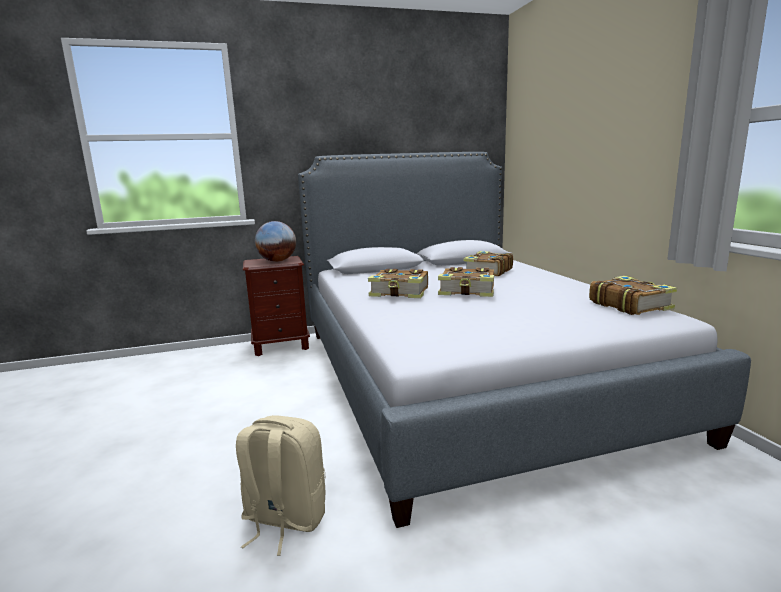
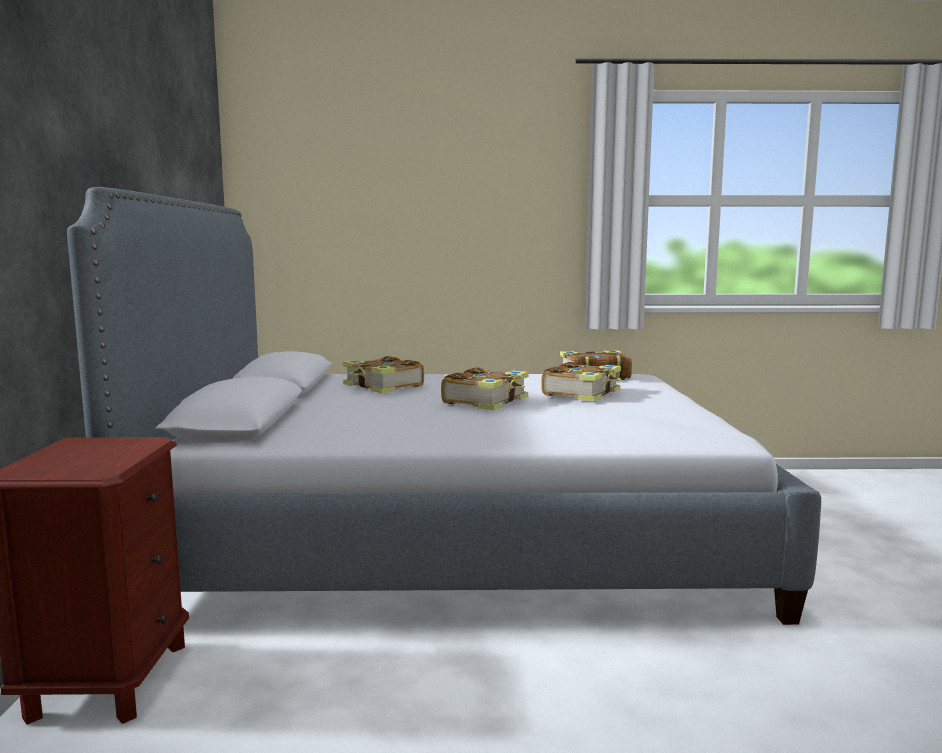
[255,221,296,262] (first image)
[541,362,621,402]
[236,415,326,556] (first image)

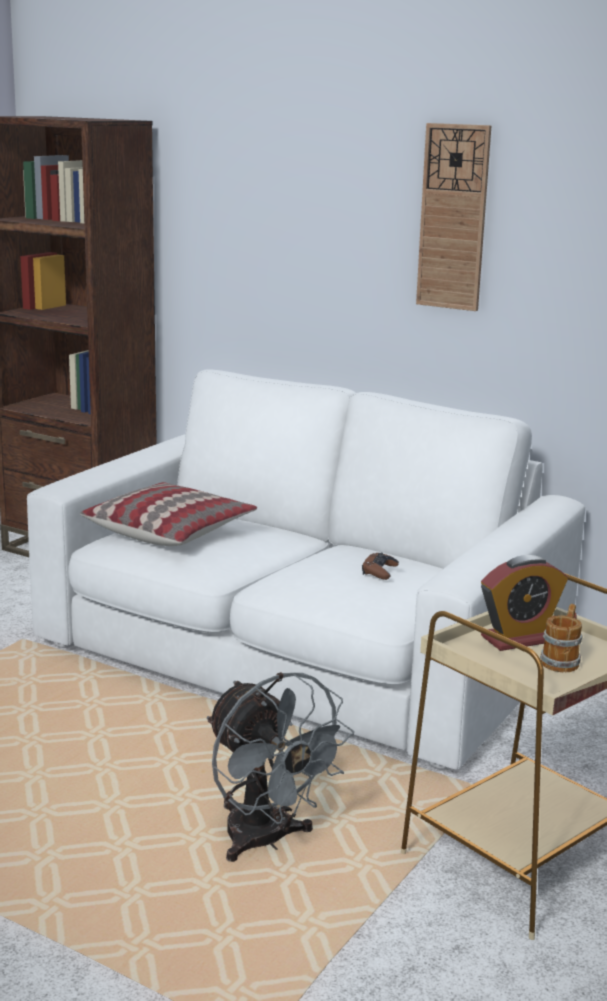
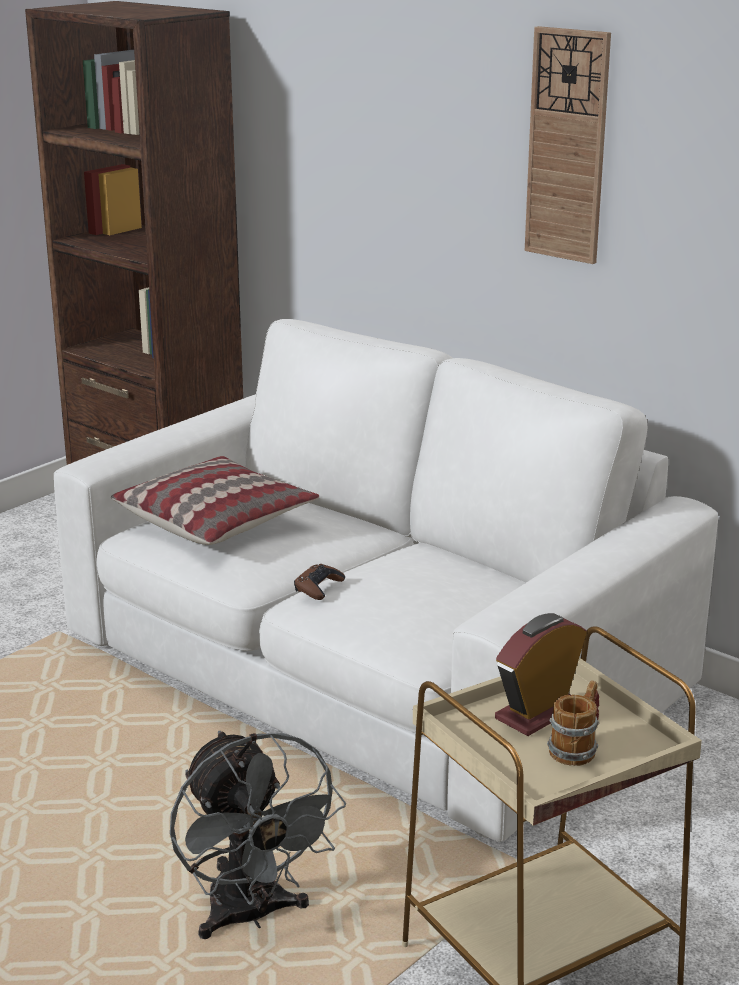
[294,564,345,600]
[495,613,587,736]

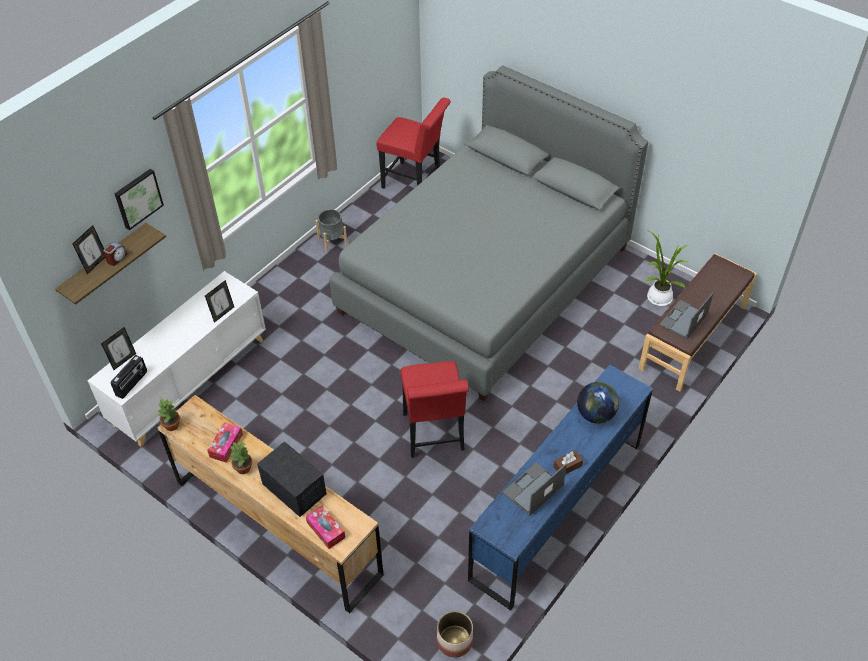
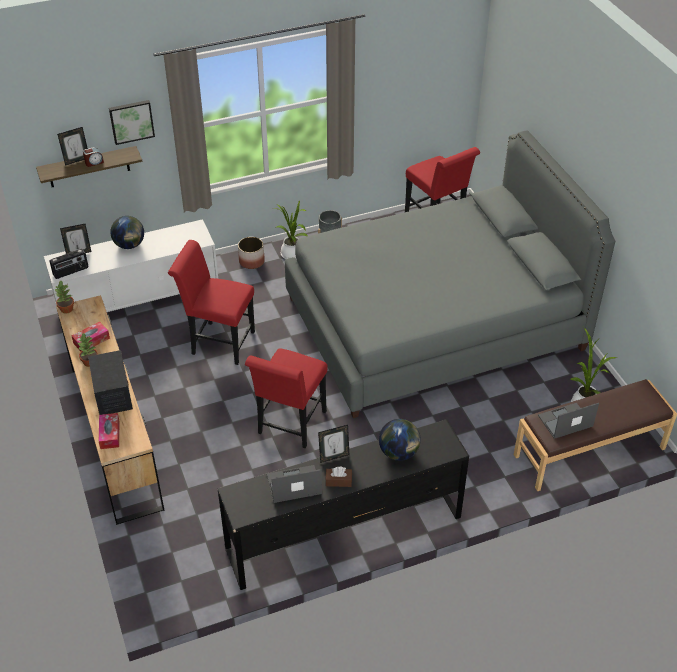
[318,425,349,463]
[217,419,469,590]
[238,237,265,269]
[273,200,308,259]
[110,216,144,249]
[168,240,255,365]

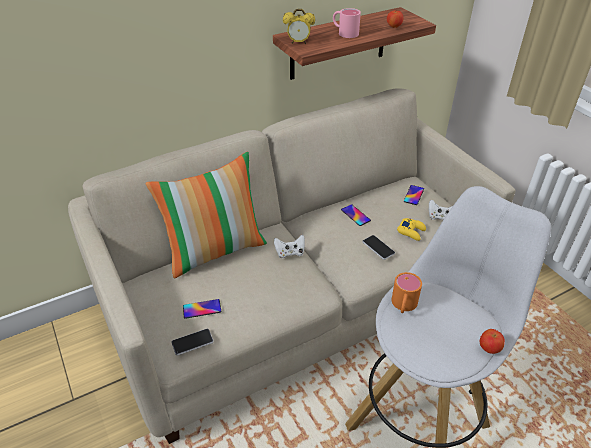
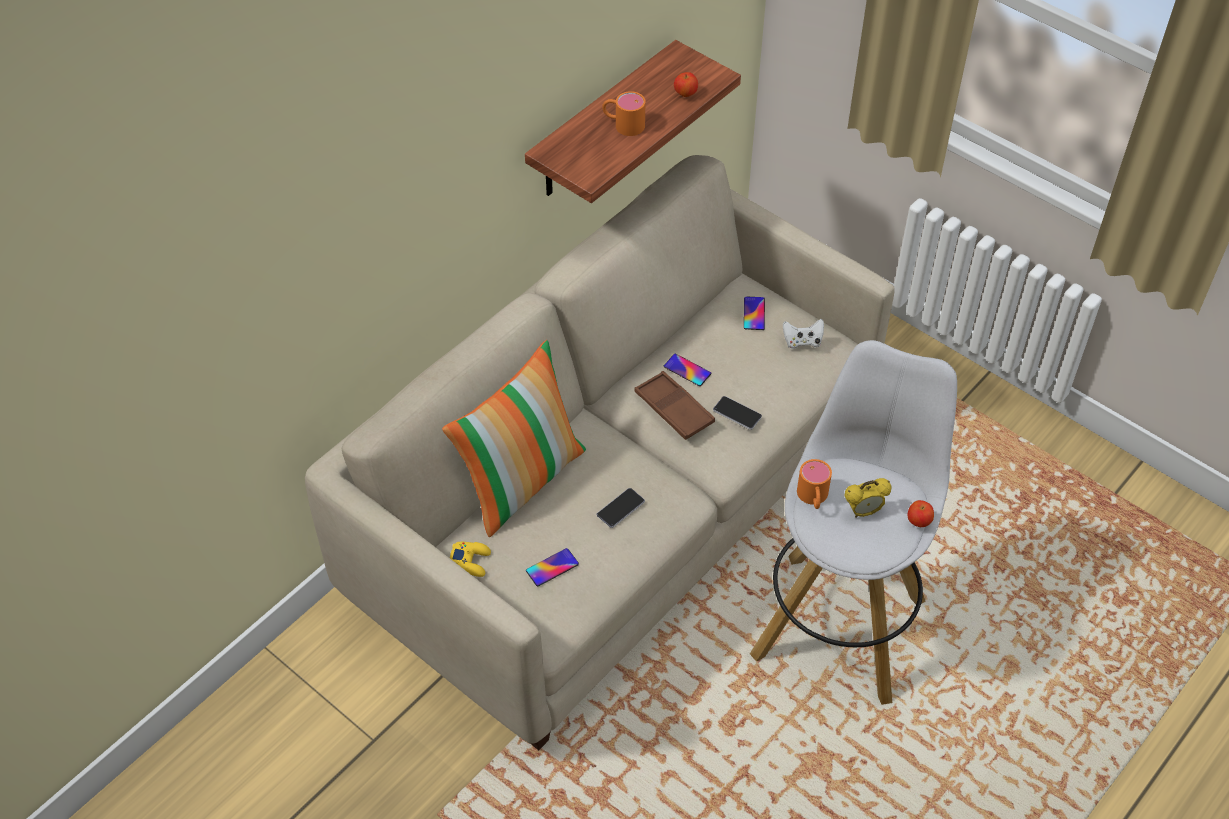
[602,91,646,136]
[844,478,891,518]
[450,542,491,577]
[274,234,305,258] (first image)
[596,488,645,528]
[634,371,715,440]

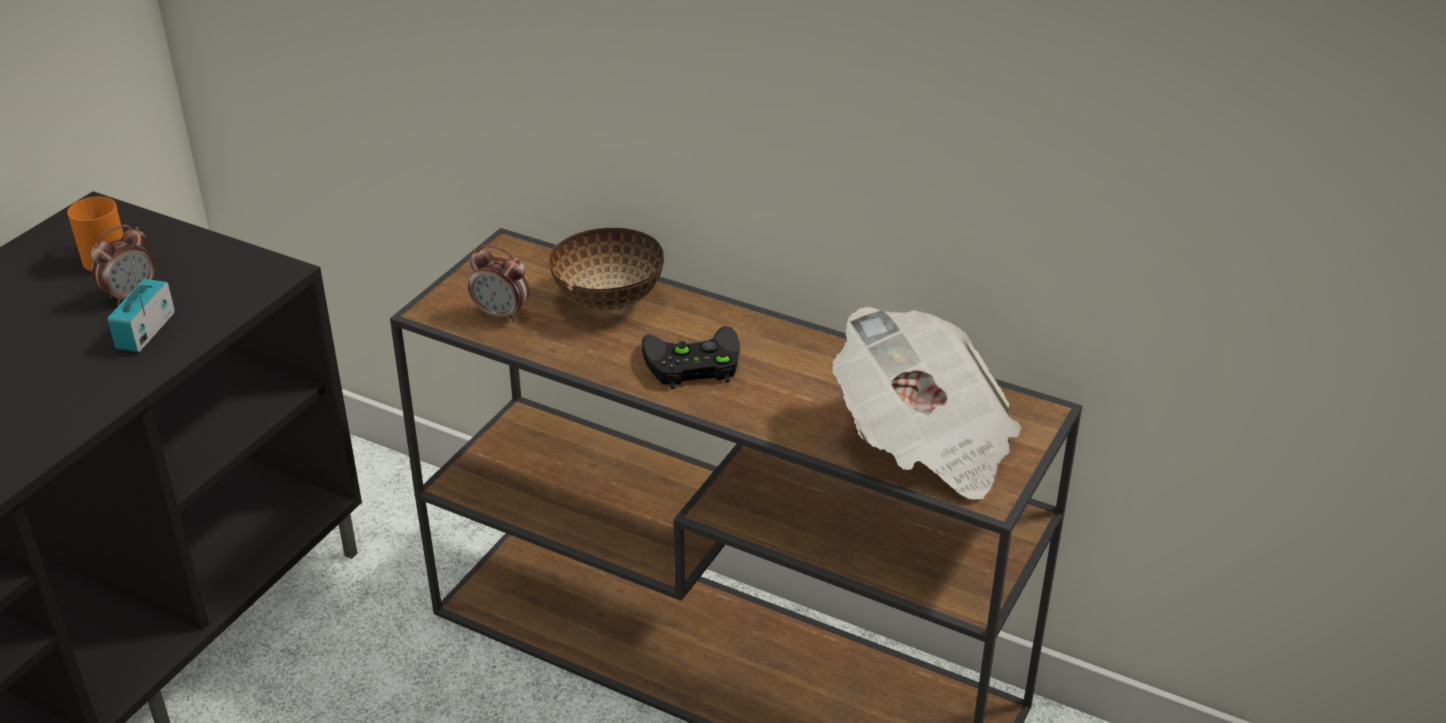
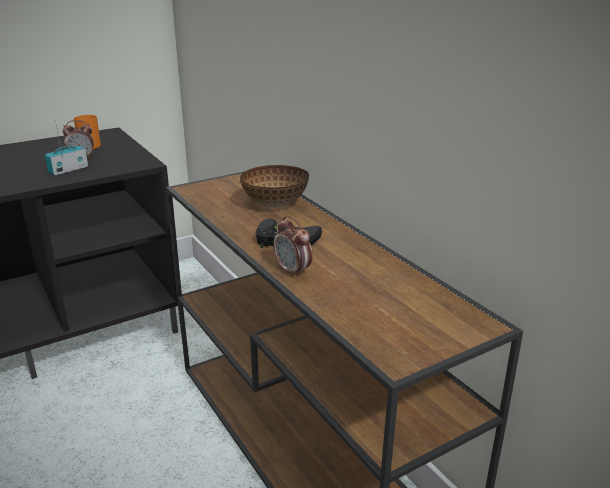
[273,215,313,279]
[832,306,1021,500] (first image)

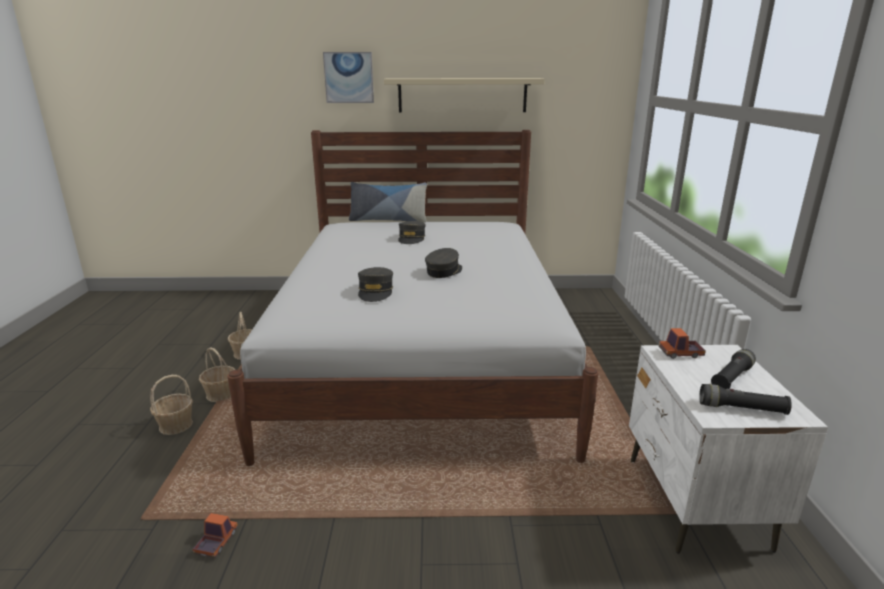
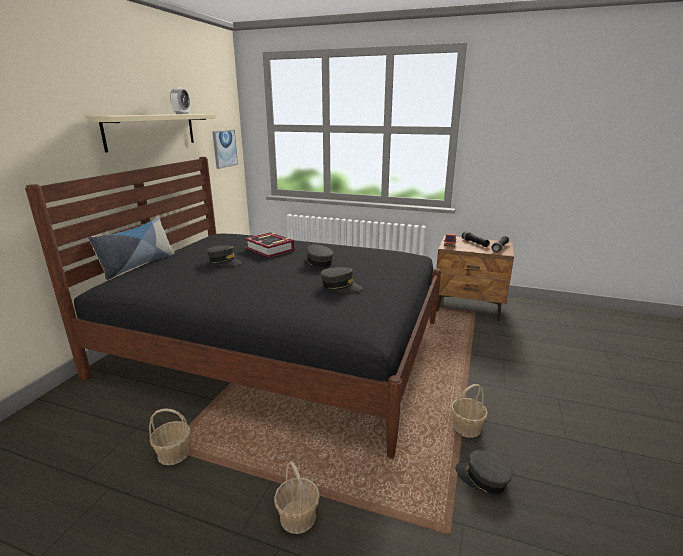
[212,130,238,169]
[25,157,441,459]
[437,236,514,321]
[451,384,488,438]
[455,450,513,494]
[170,87,190,114]
[244,232,295,258]

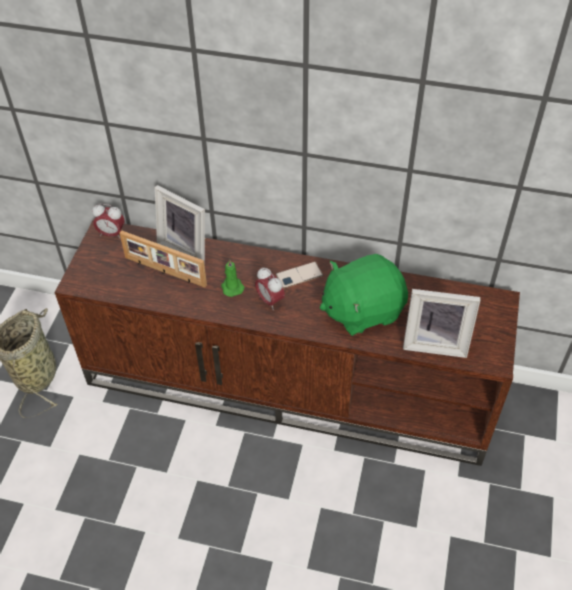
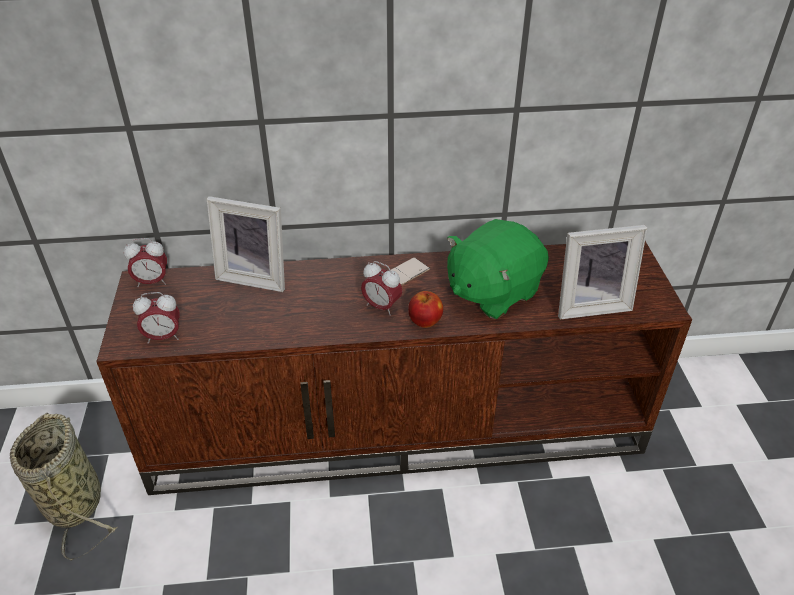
[120,230,207,288] (first image)
[221,259,244,297] (first image)
[408,291,443,328]
[133,292,180,344]

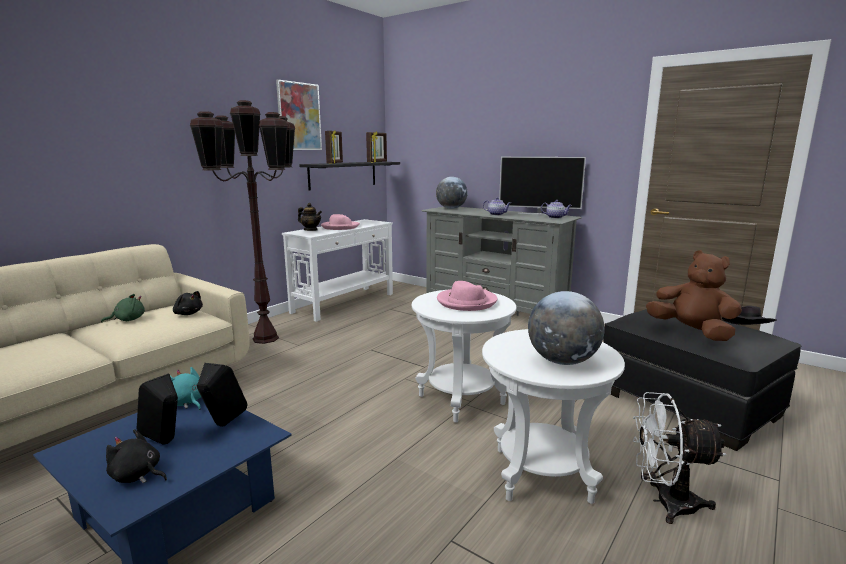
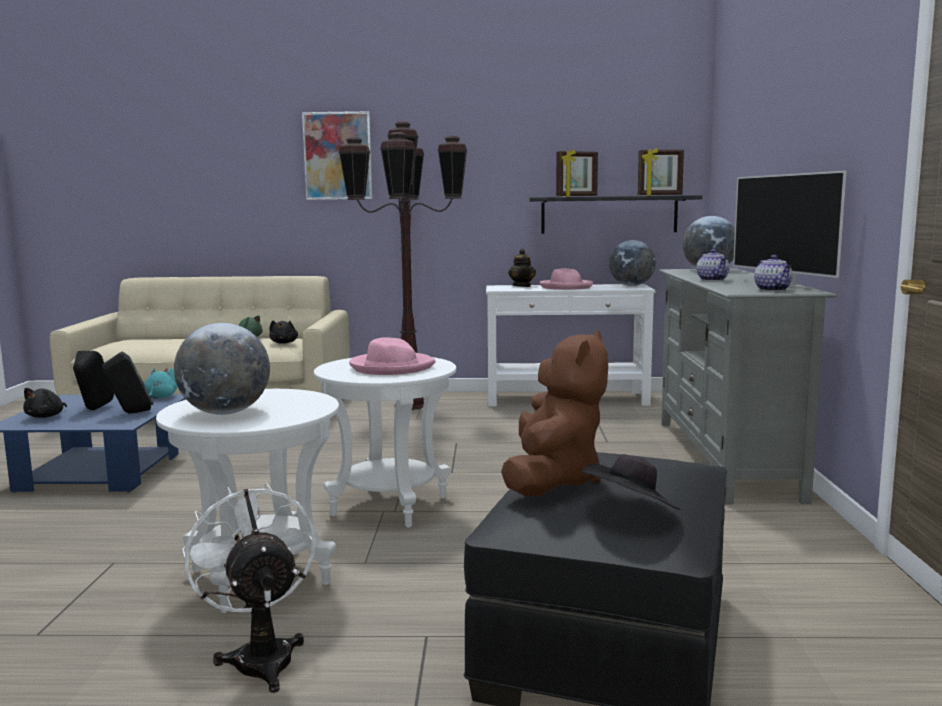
[302,111,372,200]
[23,388,67,418]
[609,240,656,286]

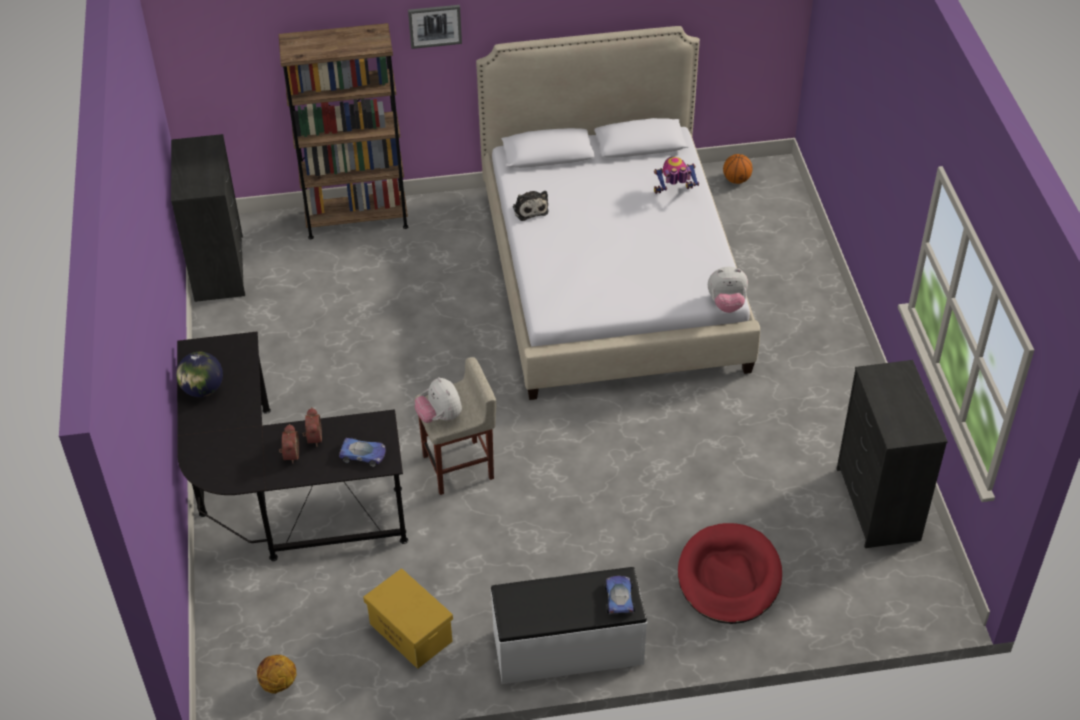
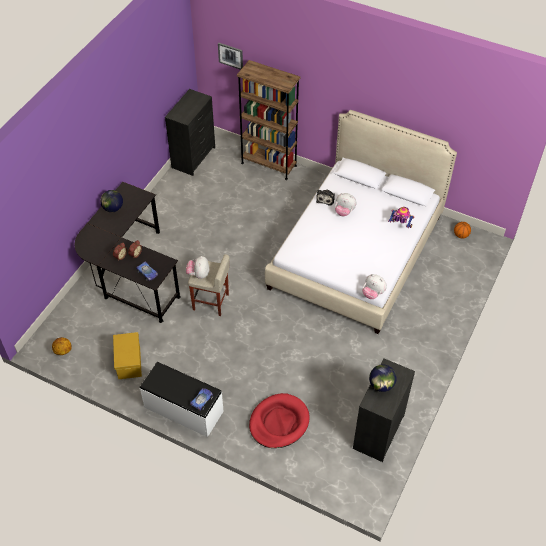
[218,43,243,70]
[335,193,356,216]
[369,364,397,392]

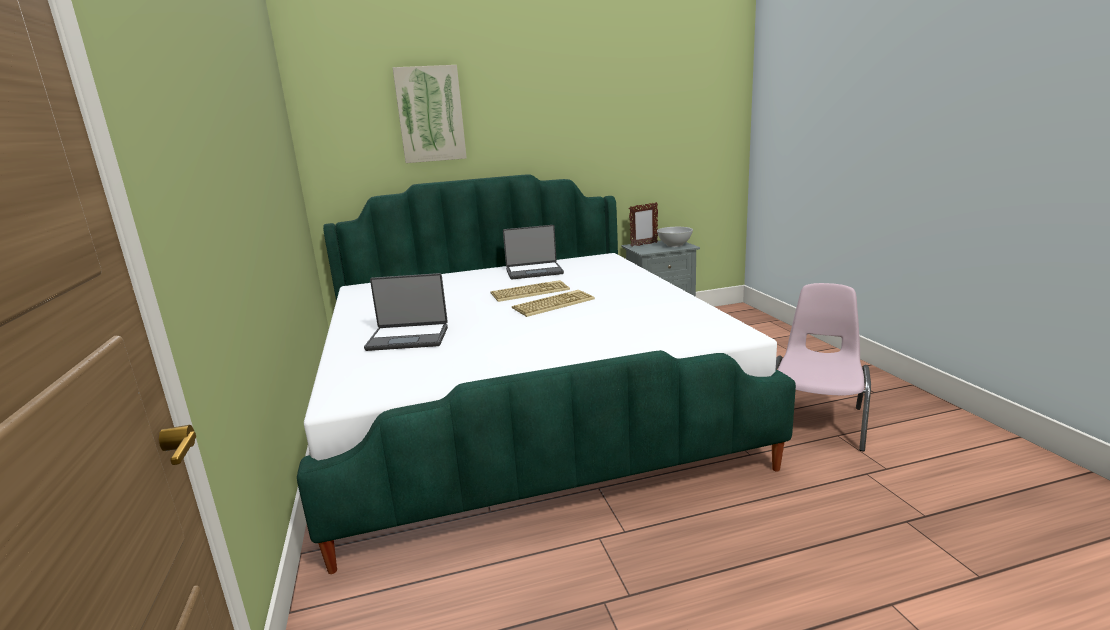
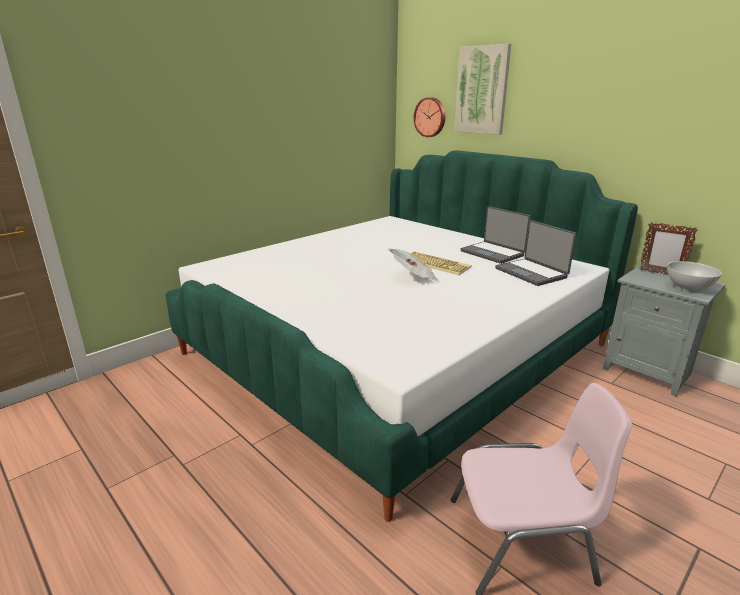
[495,220,576,286]
[388,248,440,282]
[414,97,445,137]

